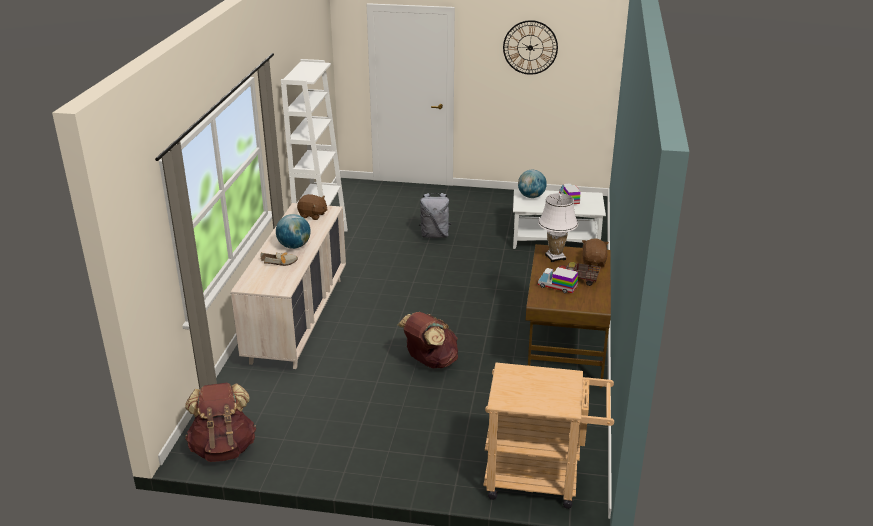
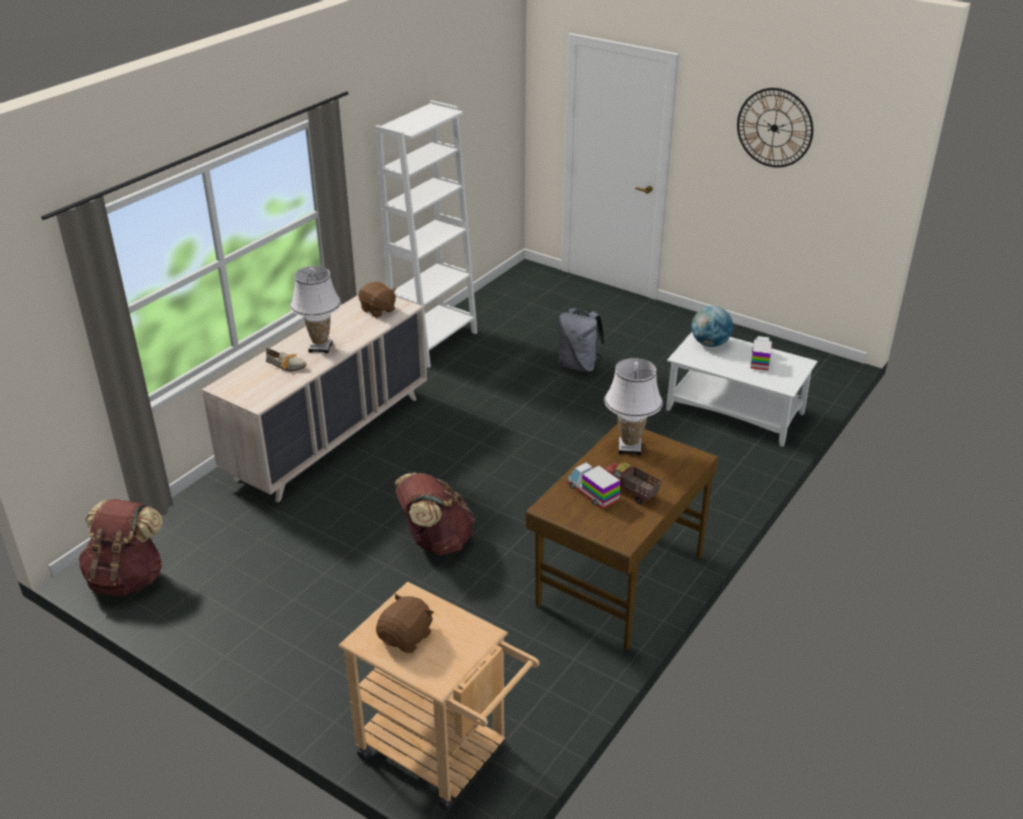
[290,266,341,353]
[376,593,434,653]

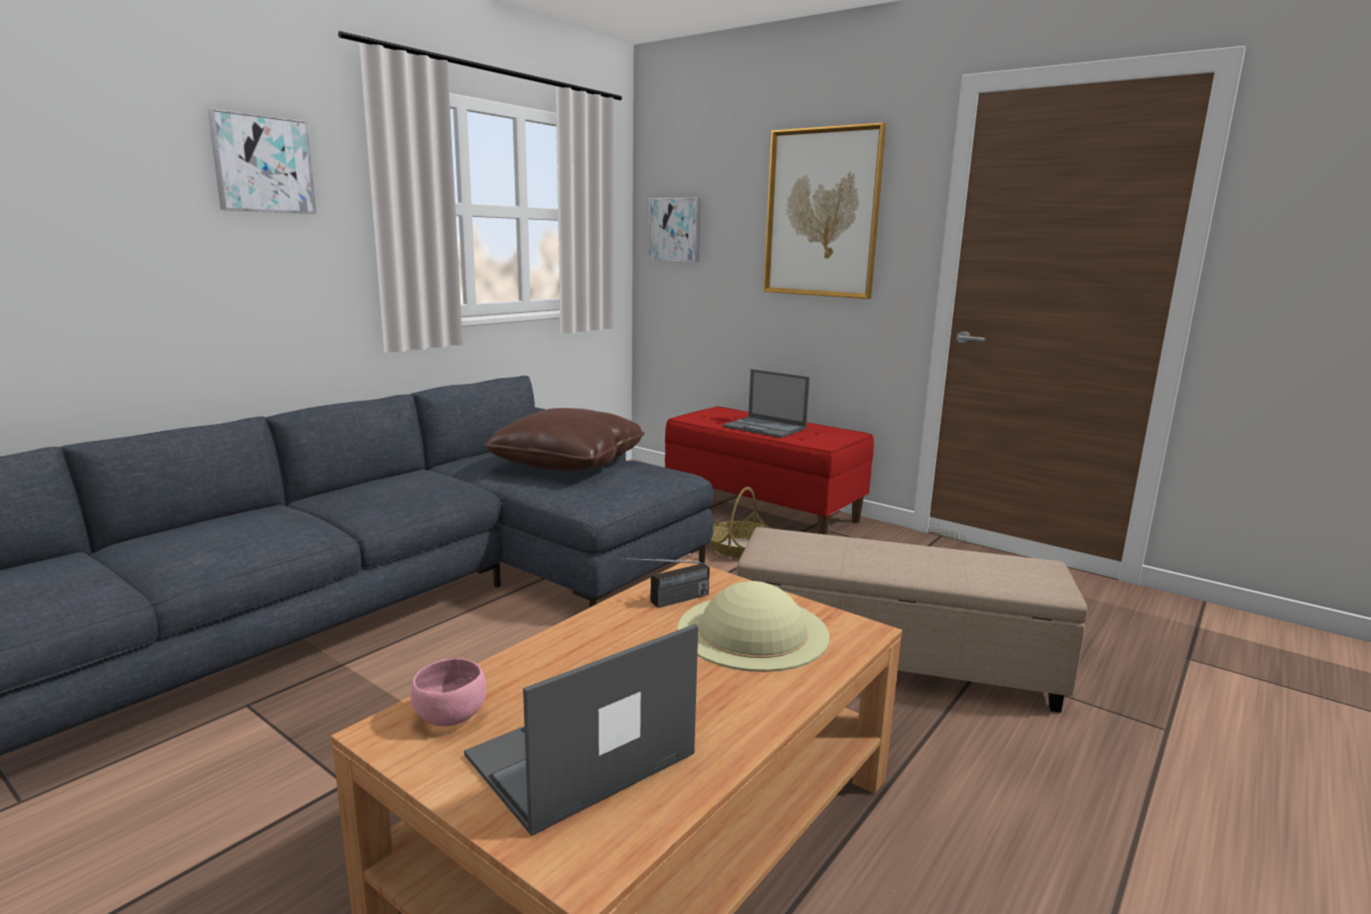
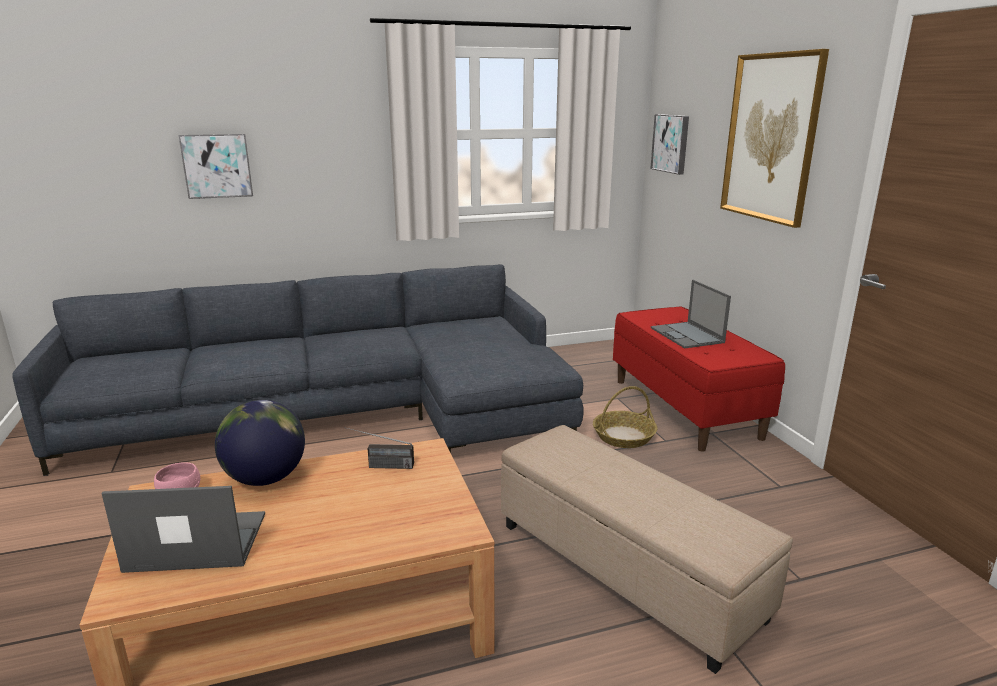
[178,134,253,199]
[484,408,644,471] (first image)
[678,581,830,672] (first image)
[215,400,305,486]

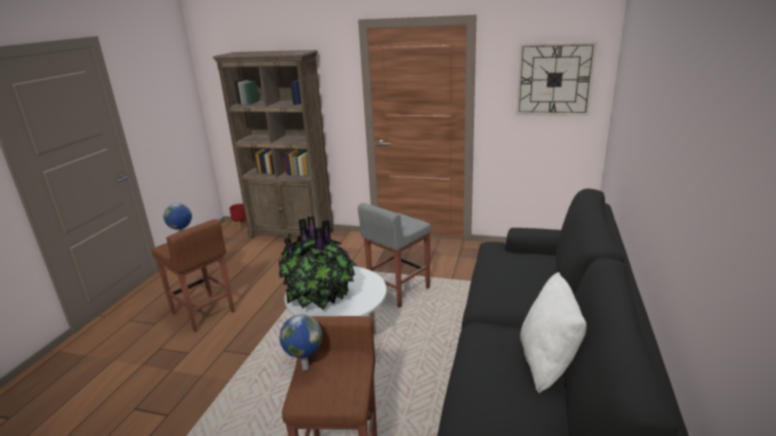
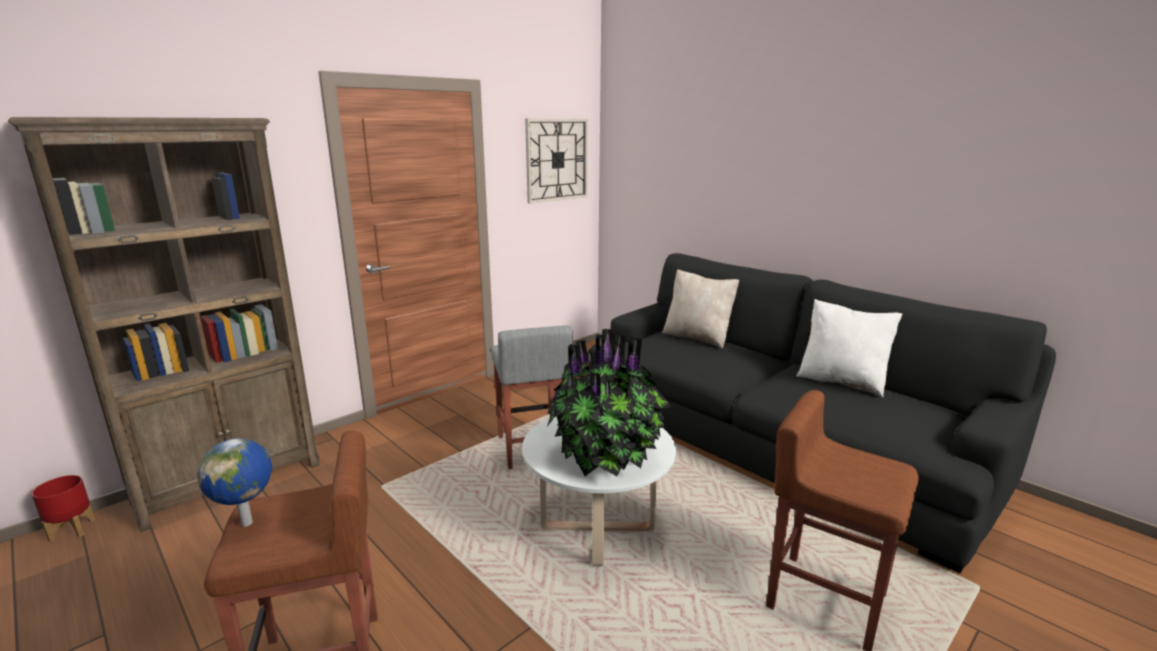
[279,314,322,371] (first image)
[662,269,739,349]

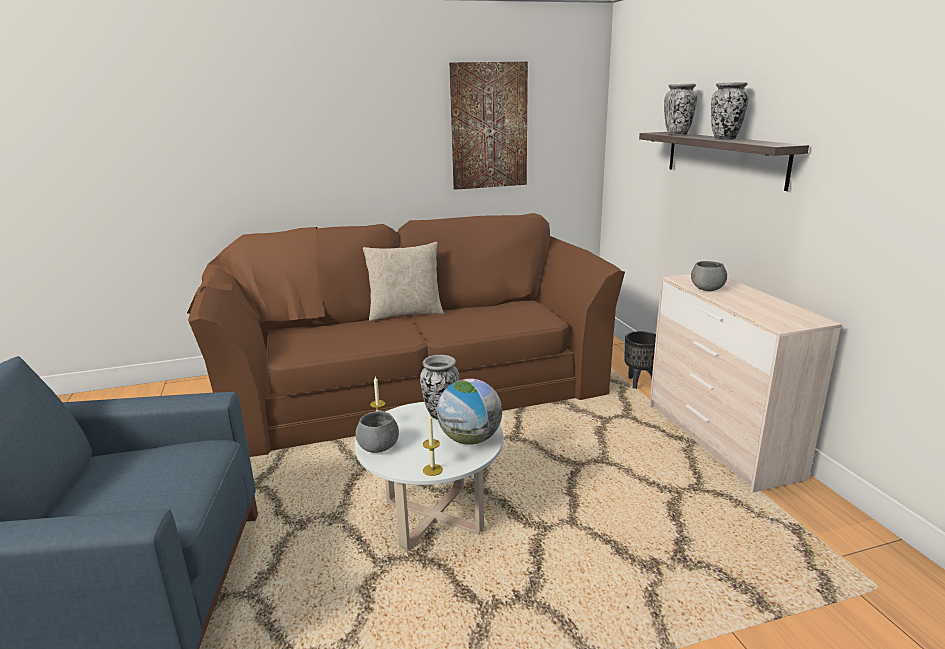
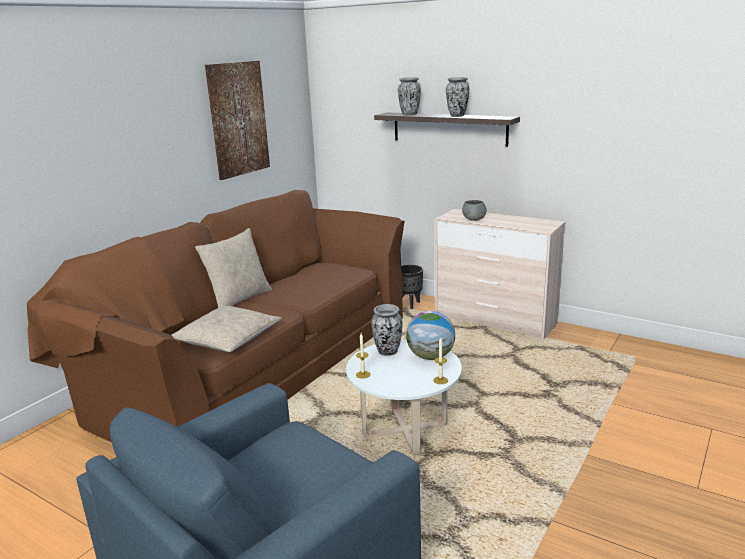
[355,411,399,453] (first image)
[172,306,281,352]

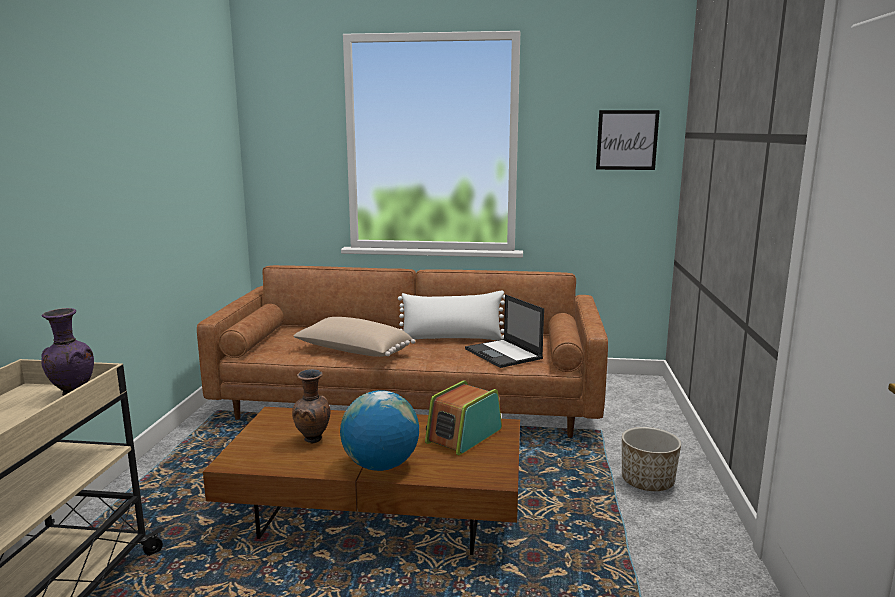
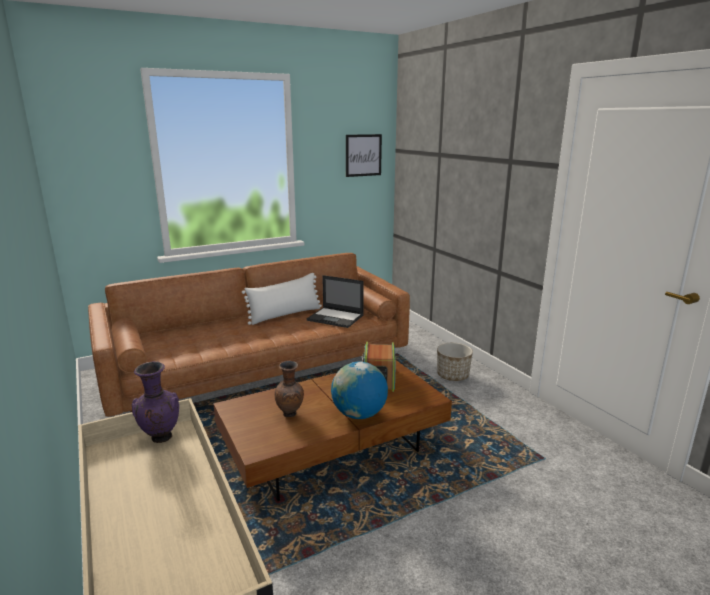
[293,317,416,357] (first image)

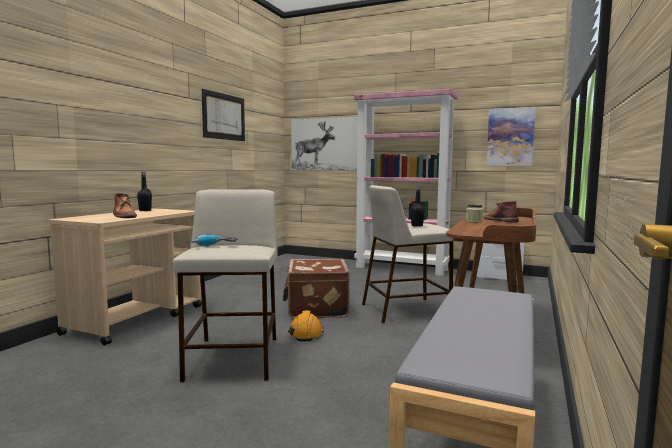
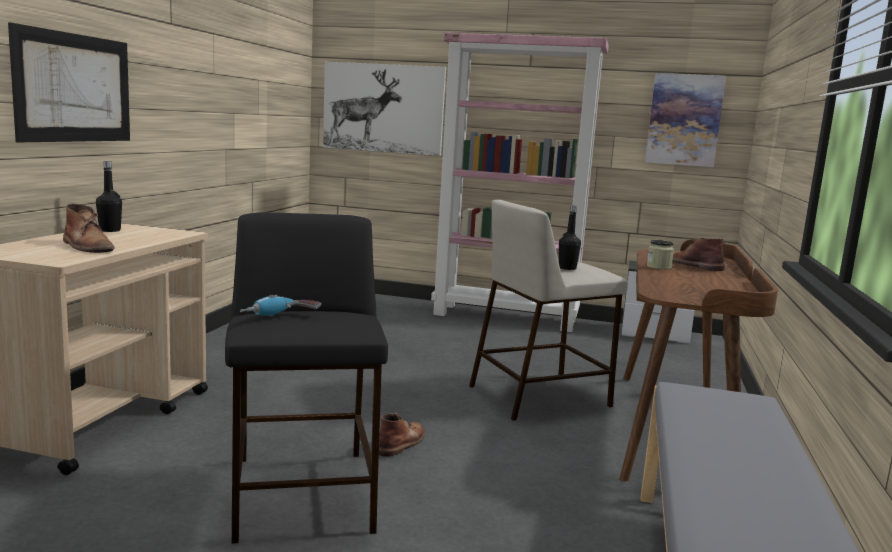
[8,22,130,142]
[225,212,388,544]
[283,259,350,319] (first image)
[379,412,425,457]

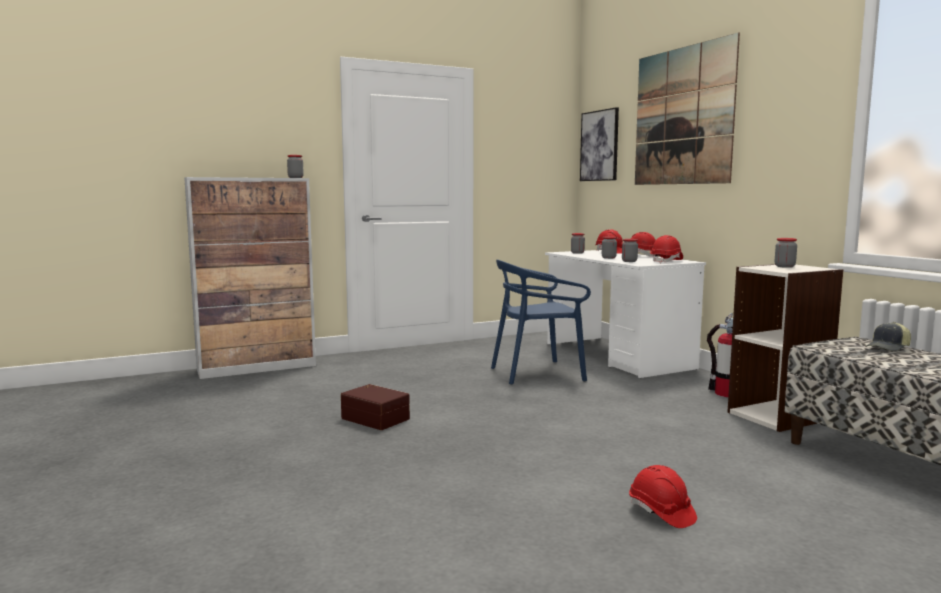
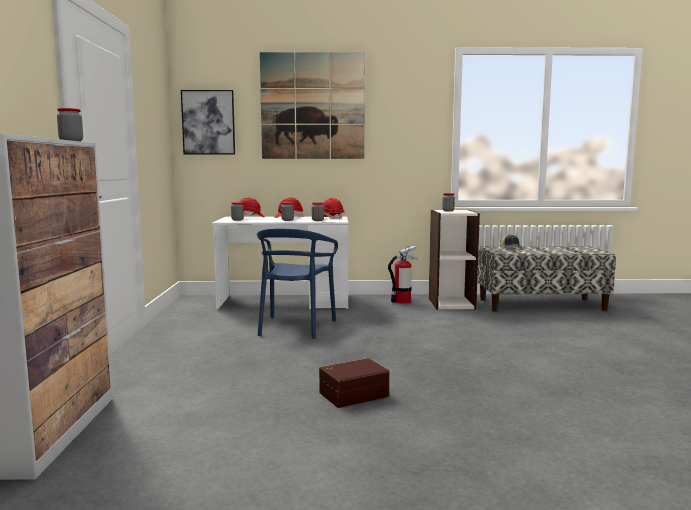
[629,465,697,528] (first image)

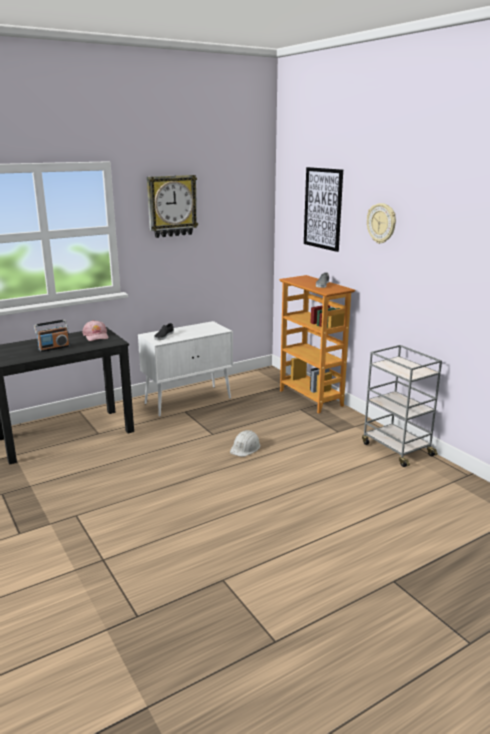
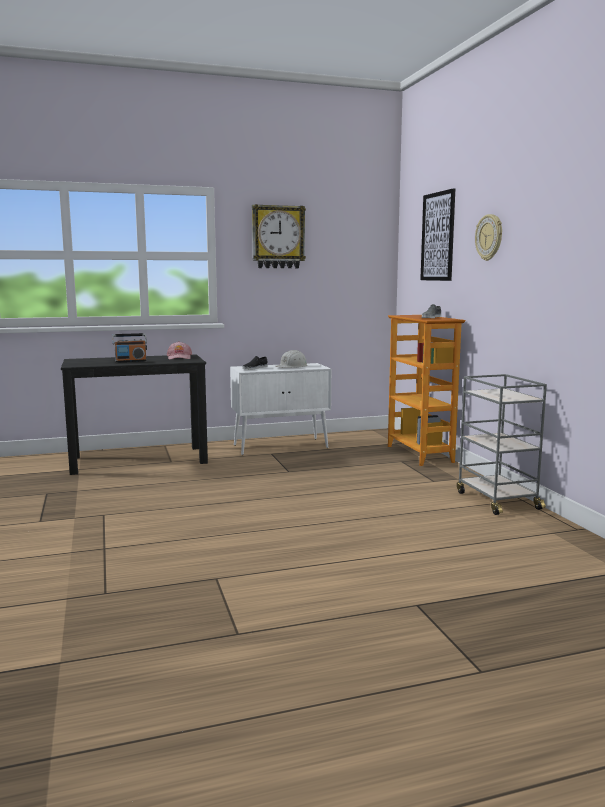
[275,350,308,368]

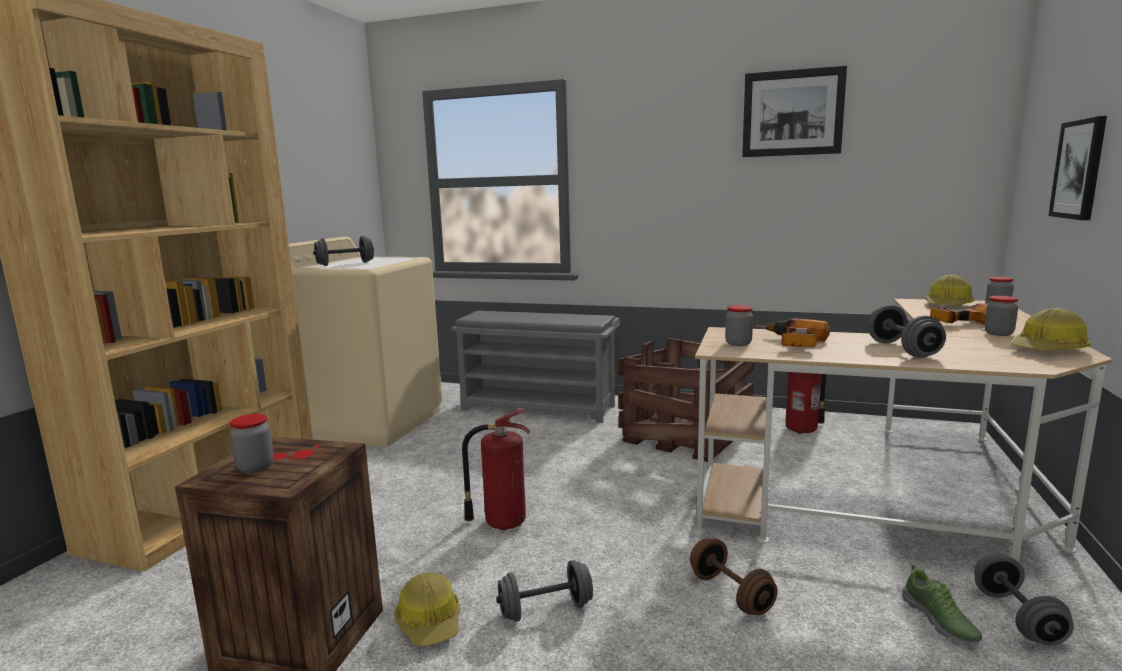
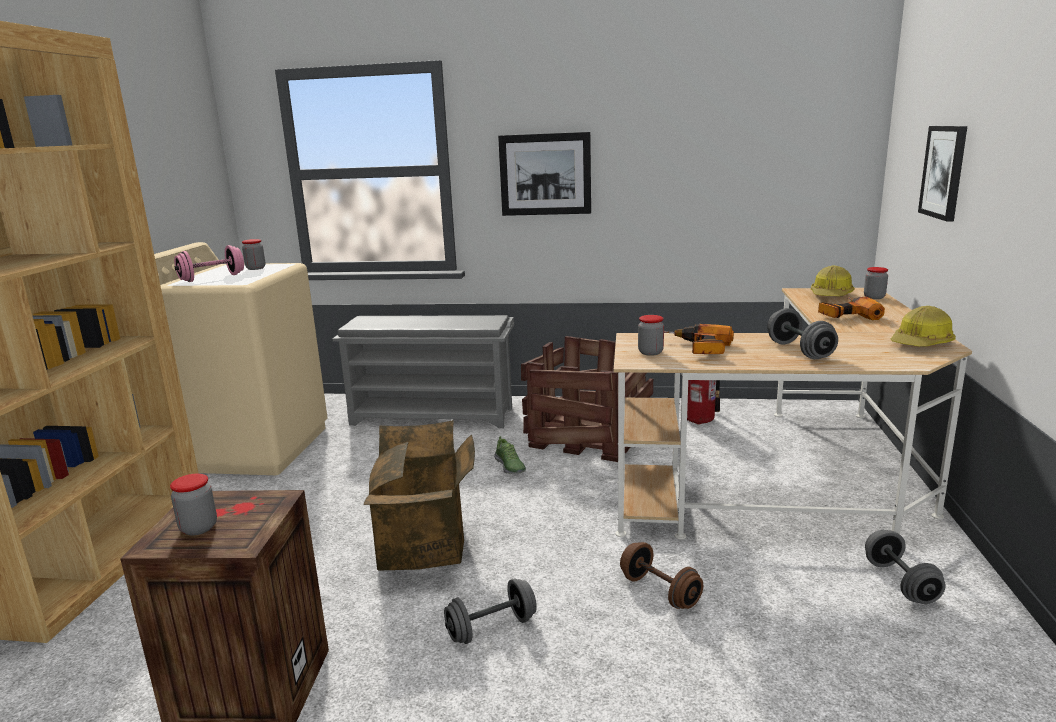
[498,132,591,216]
[174,245,244,282]
[242,239,265,270]
[364,420,475,571]
[494,436,526,474]
[394,572,460,646] (first image)

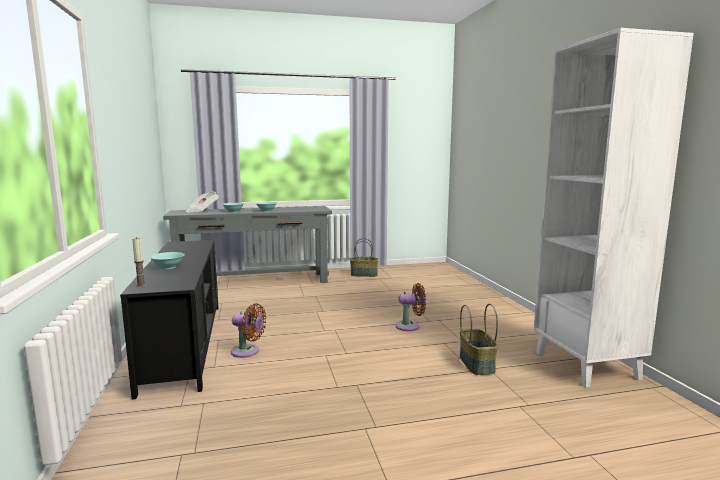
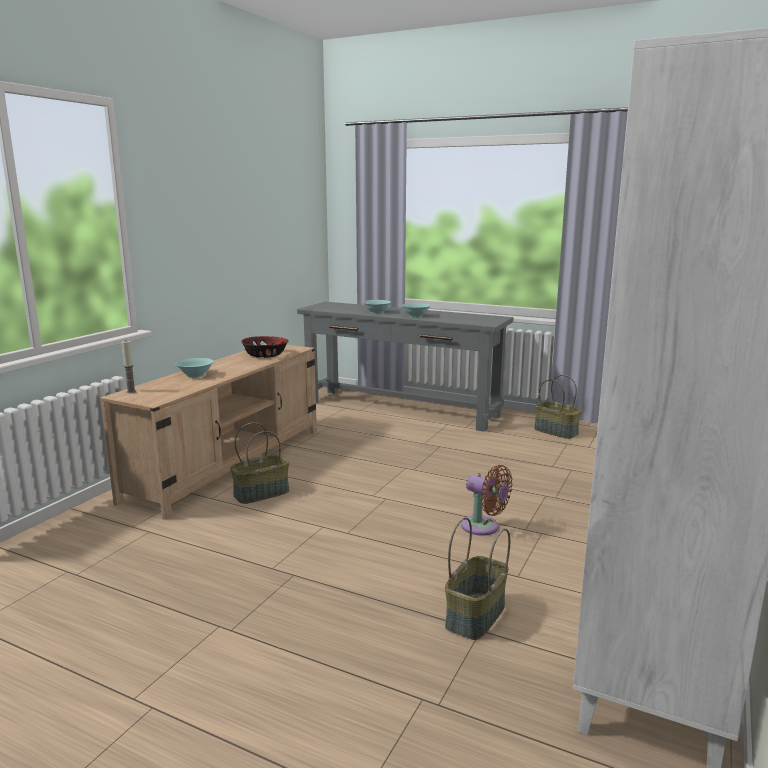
[186,192,219,213] (first image)
[100,344,317,520]
[230,422,289,504]
[241,336,288,358]

